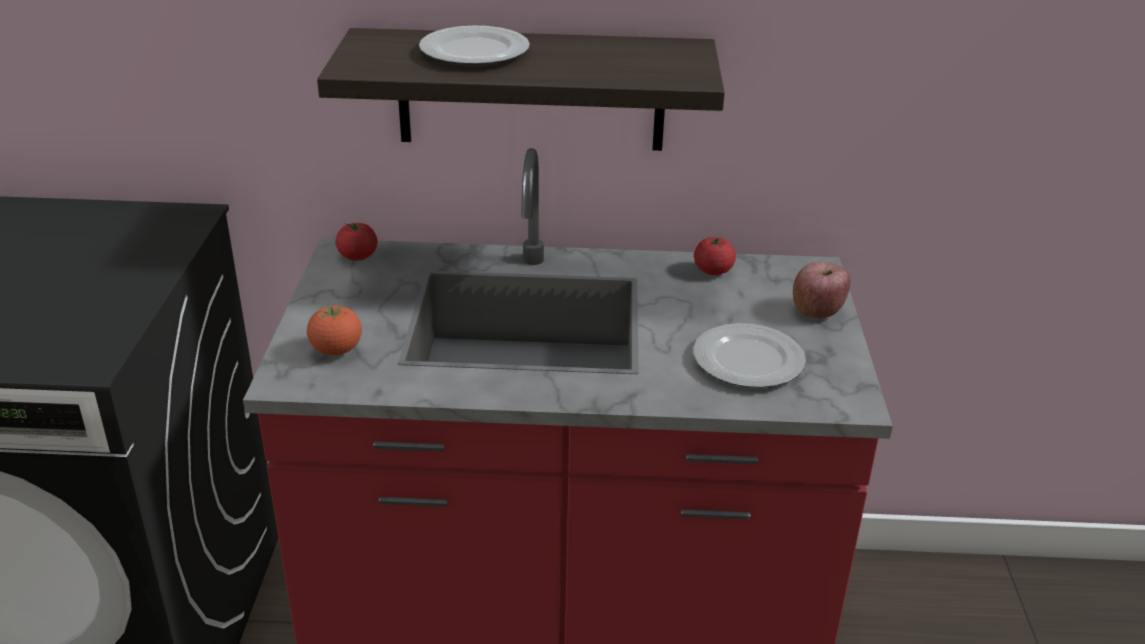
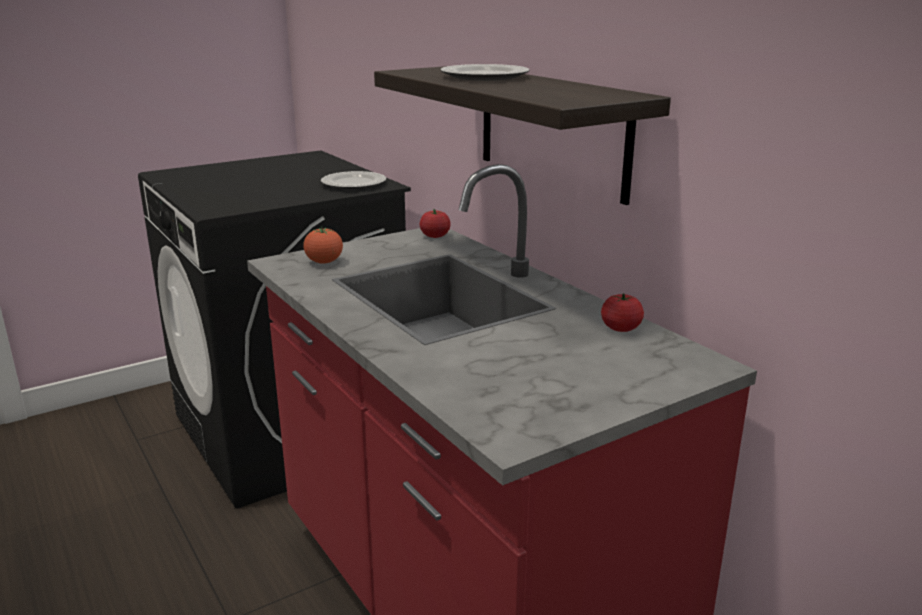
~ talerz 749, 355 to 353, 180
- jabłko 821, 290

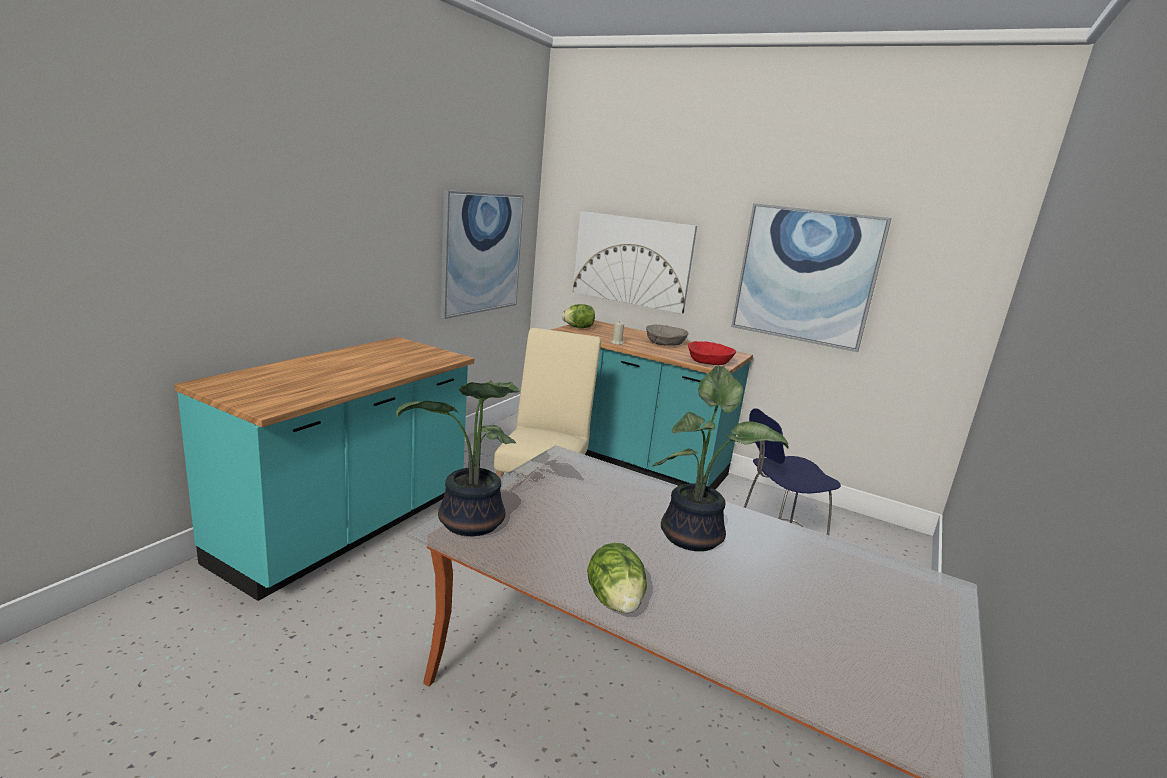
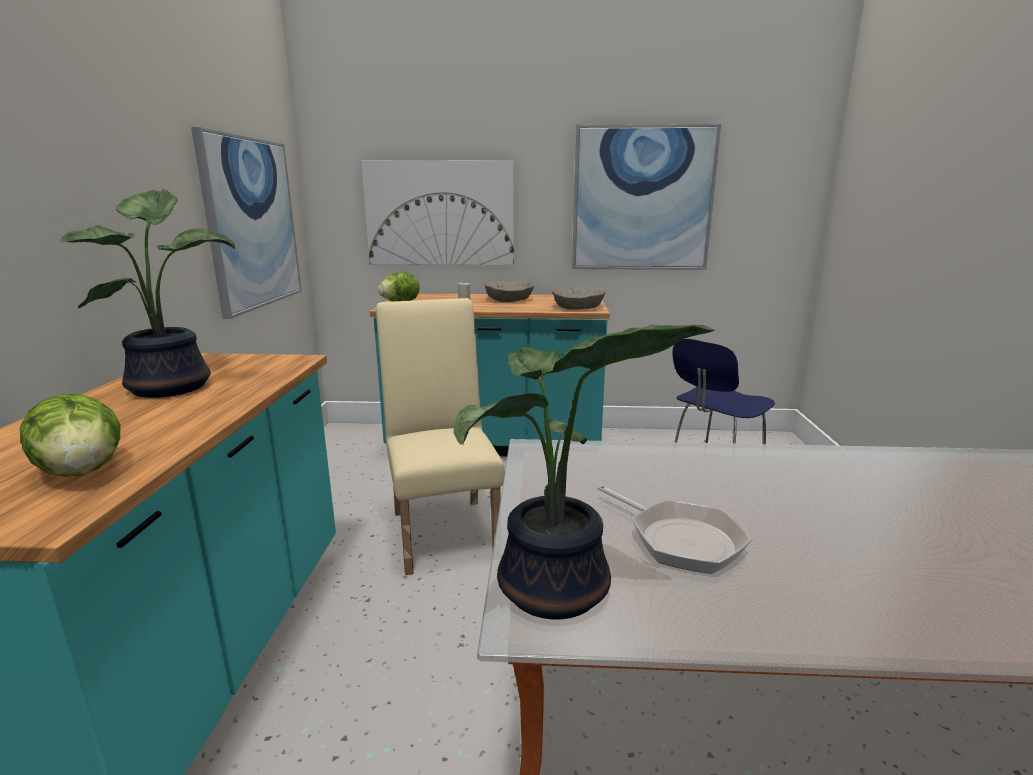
~ sałata 617, 578 to 70, 435
~ roślina doniczkowa 720, 458 to 147, 293
~ miska/czerwony 712, 353 to miska/beżowy 579, 298
+ patelnia 674, 529

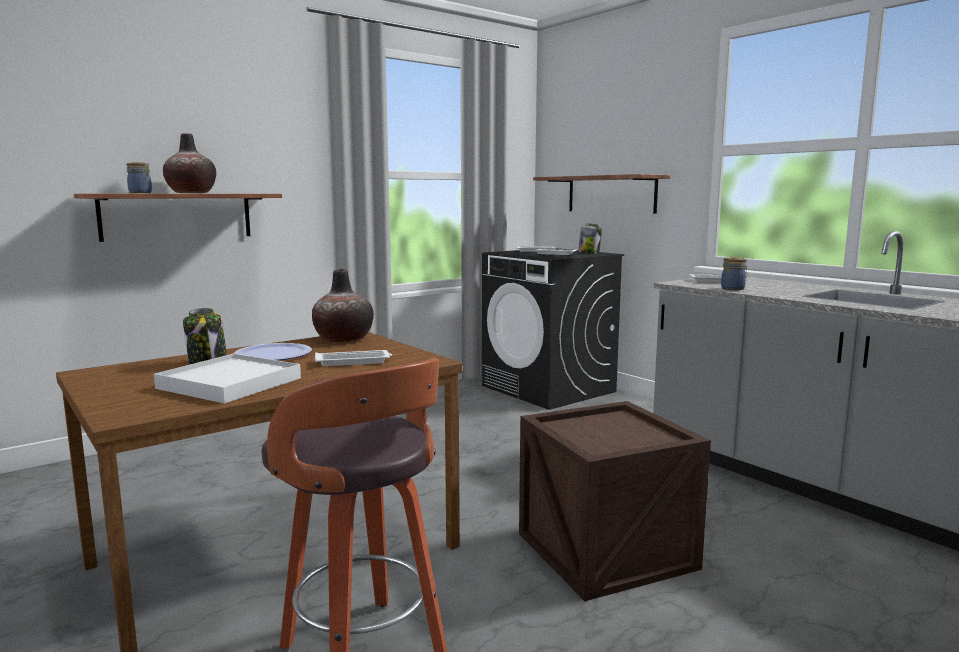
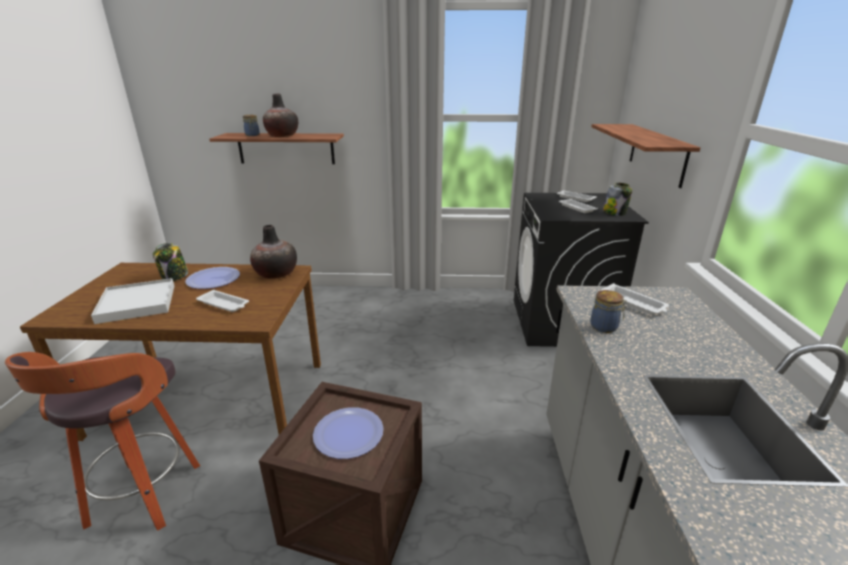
+ talerz 348, 433

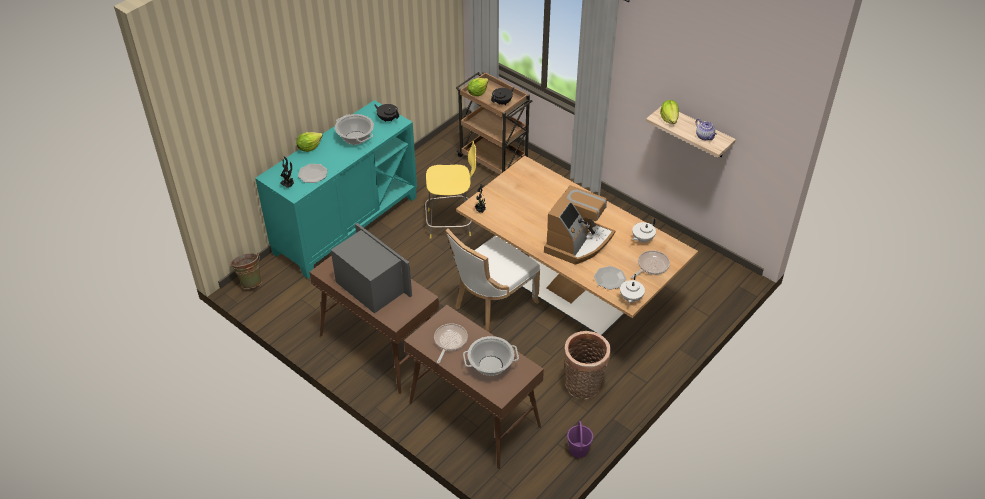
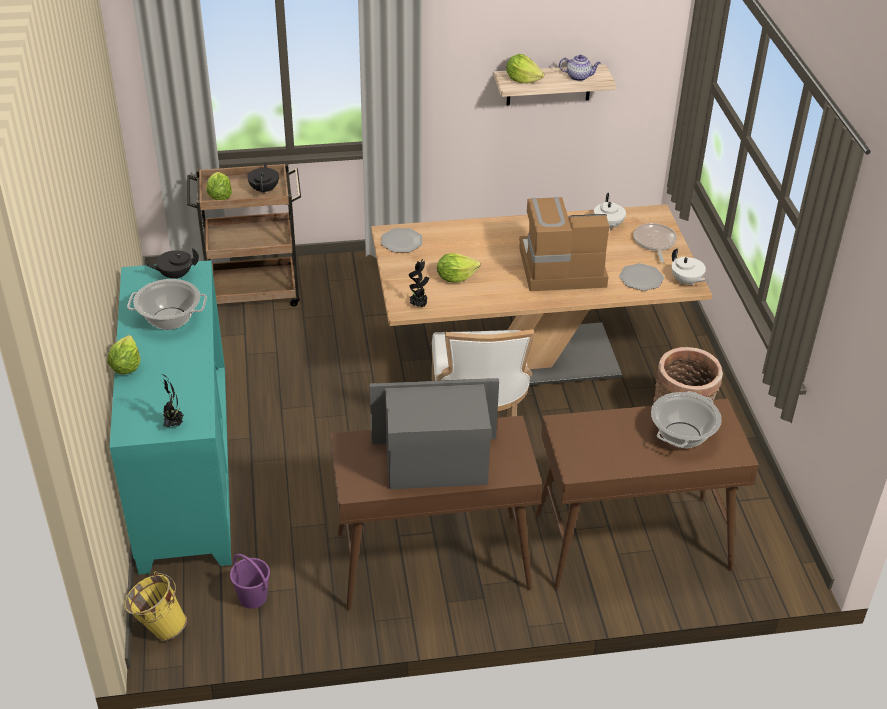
~ wiadro/zielony 246, 271 to wiadro/żółty 155, 606
~ talerz 313, 173 to 401, 240
- stołek/żółty 450, 190
- patelnia 451, 343
~ ekspres do kawy 580, 225 = 564, 244 75 degrees counterclockwise
~ wiadro/fioletowy 580, 439 to 250, 581
+ sałata 459, 268

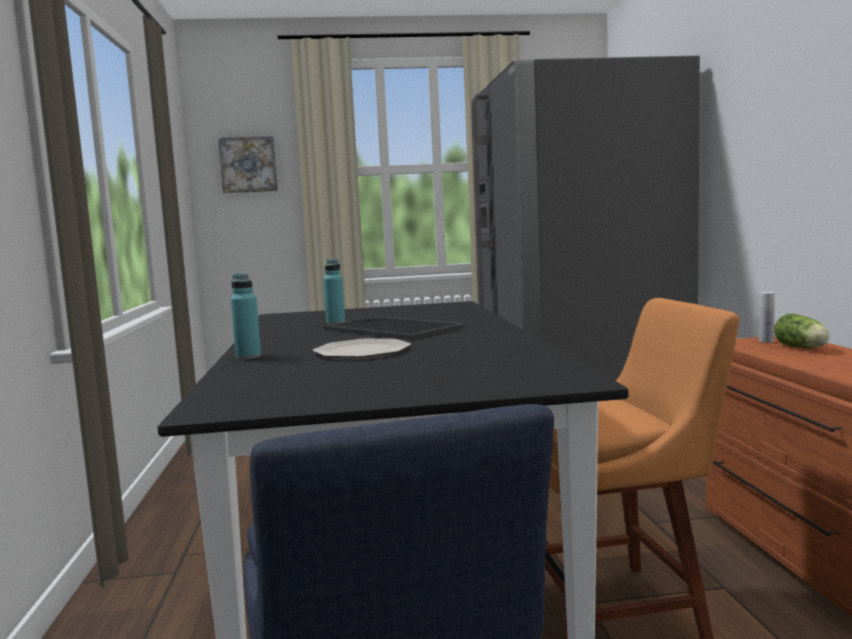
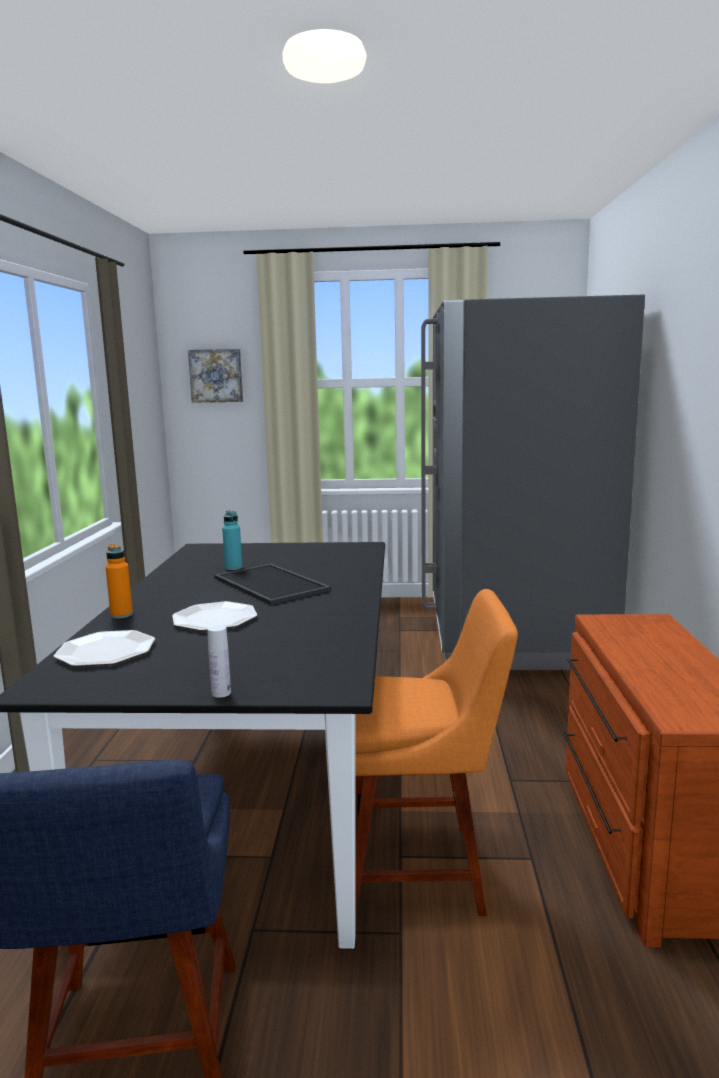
~ butelka/turkusowy 246, 316 to butelka/pomarańczowy 119, 581
~ butelka/biały 767, 317 to 219, 661
- sałata 801, 331
+ talerz 104, 648

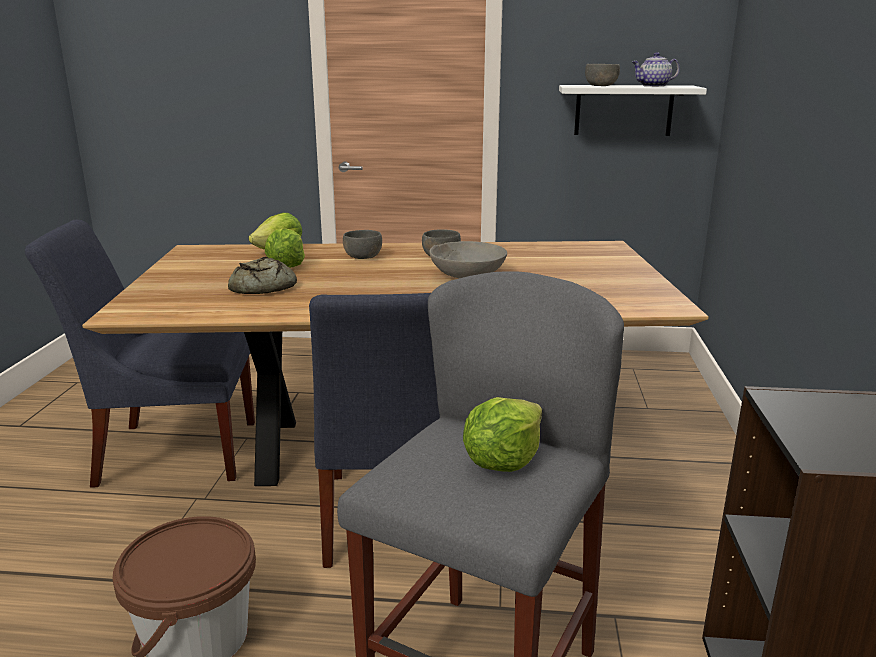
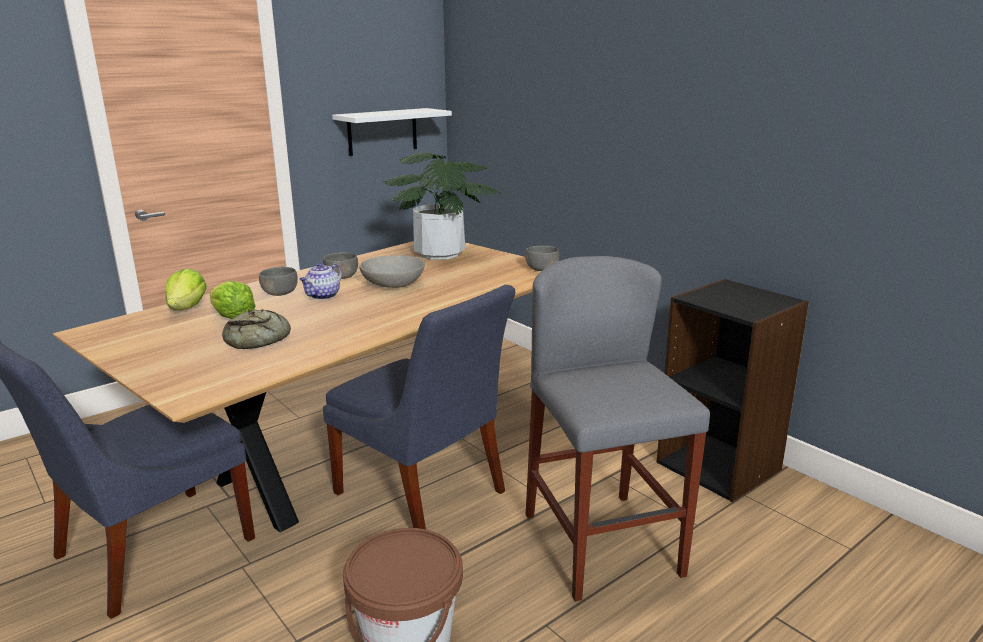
- sałata 502, 434
~ miska/szary 602, 75 to 542, 258
~ imbryk 656, 69 to 320, 281
+ roślina doniczkowa 442, 206

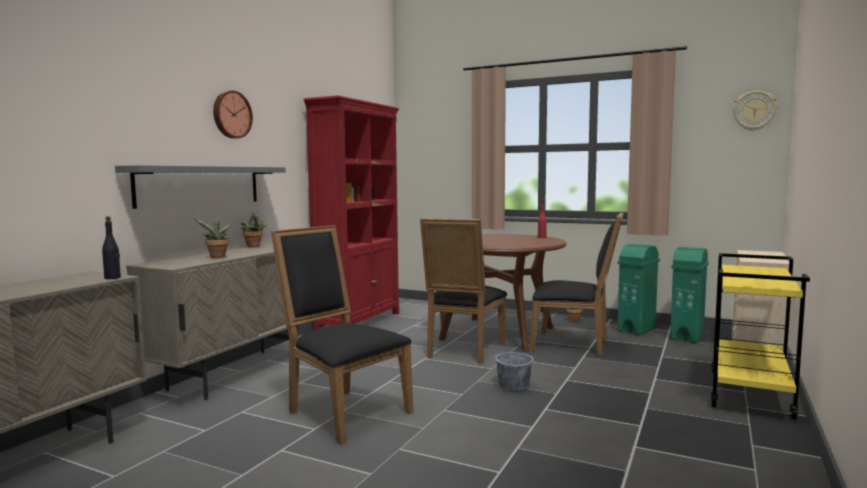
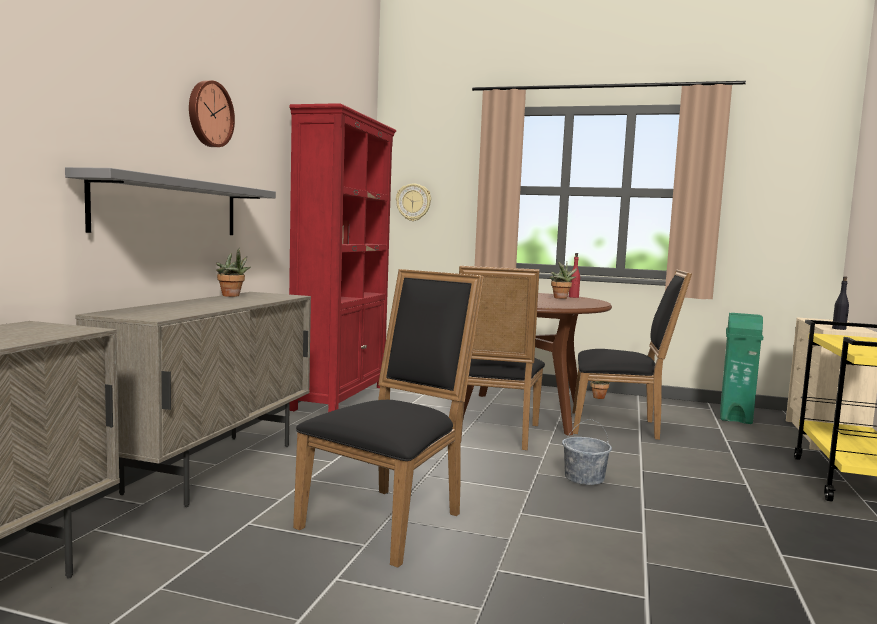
~ butelka/czarny 111, 247 to 840, 303
~ roślina doniczkowa 213, 237 to 563, 280
~ krzesło/czarny 342, 334 = 388, 418 90 degrees clockwise
- kosz na śmieci/zielony 638, 290
~ zegar ścienny 755, 111 to 413, 202

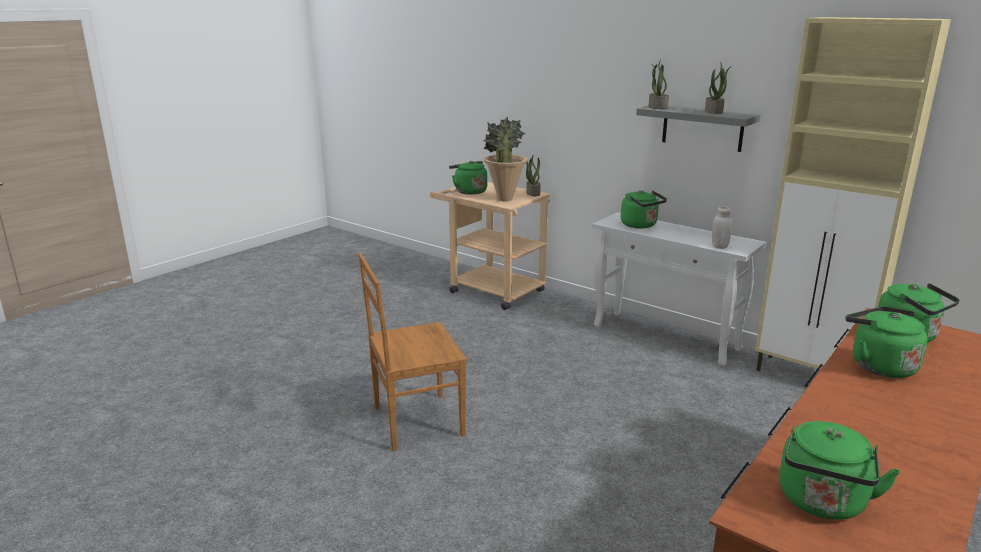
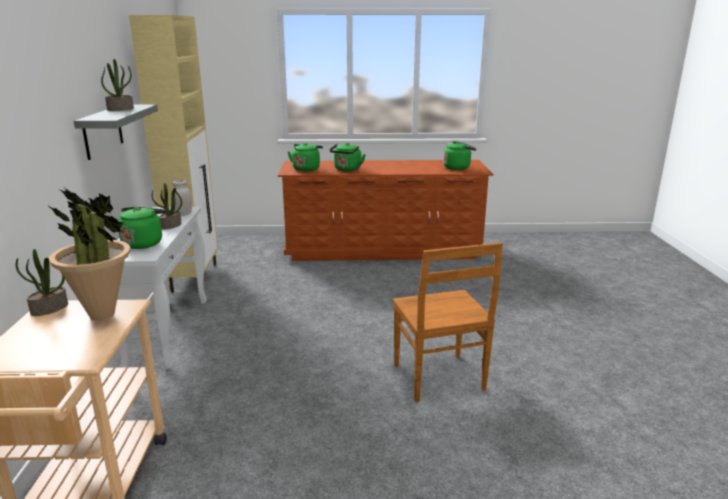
~ krzesło/brązowy 412, 352 = 448, 322 45 degrees clockwise
- czajnik/zielony 468, 178
~ roślina doniczkowa 659, 84 to 167, 206

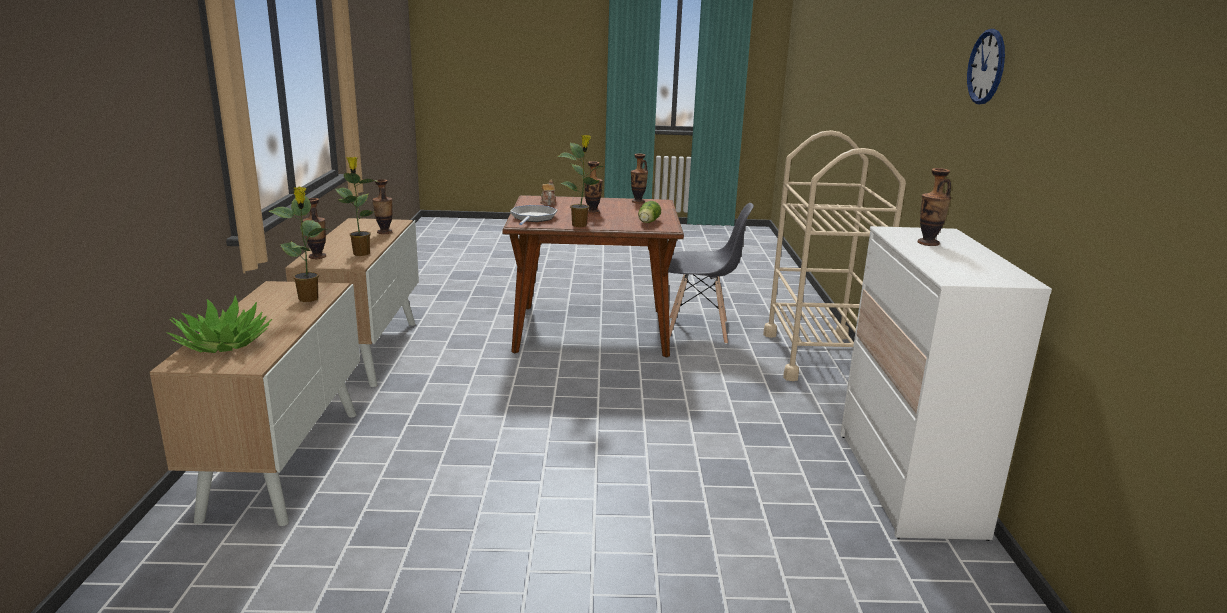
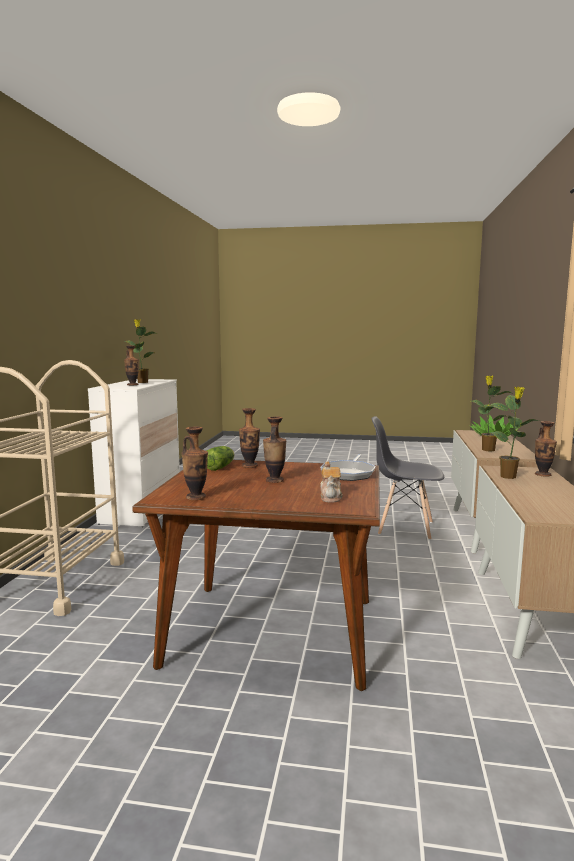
~ wazon 382, 206 to 249, 438
~ roślina doniczkowa 581, 181 to 140, 351
~ krzesło/szary 711, 273 to 407, 478
- zegar ścienny 986, 66

